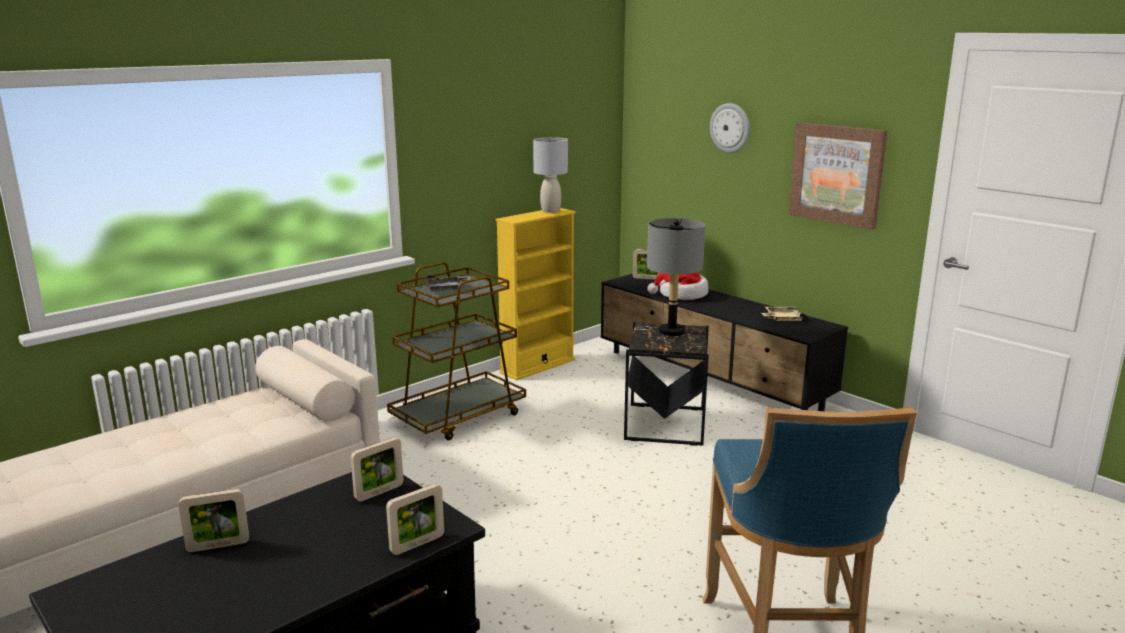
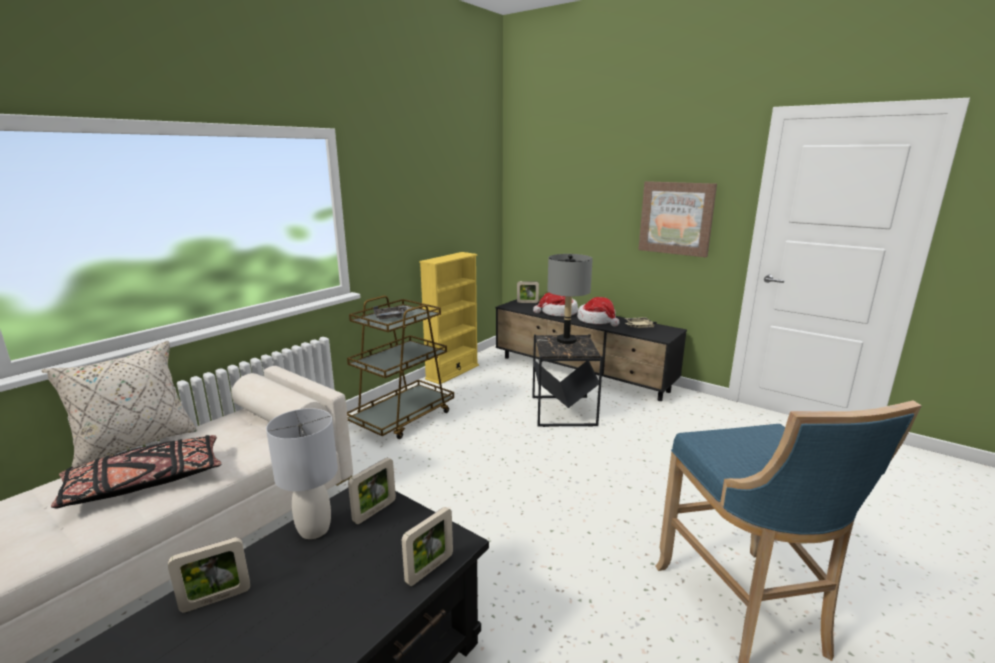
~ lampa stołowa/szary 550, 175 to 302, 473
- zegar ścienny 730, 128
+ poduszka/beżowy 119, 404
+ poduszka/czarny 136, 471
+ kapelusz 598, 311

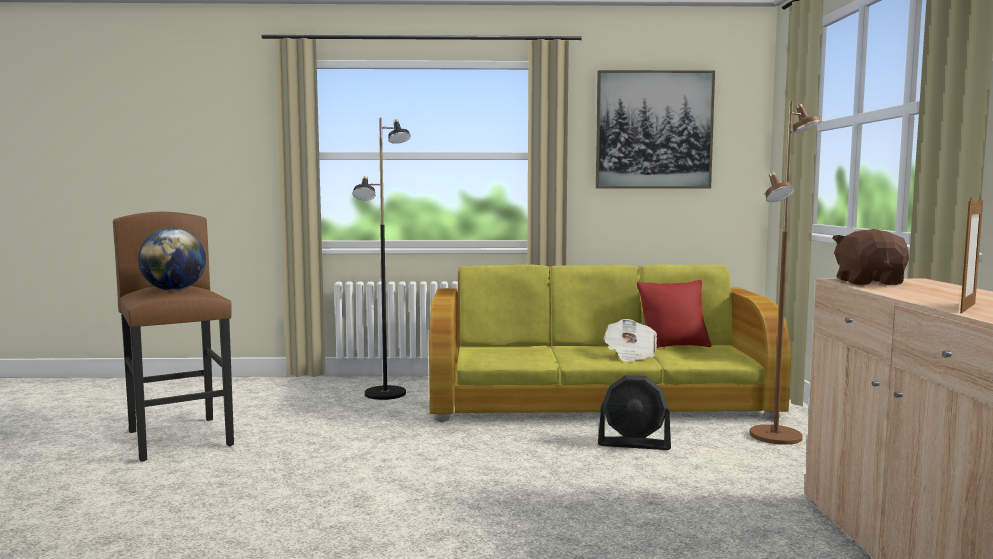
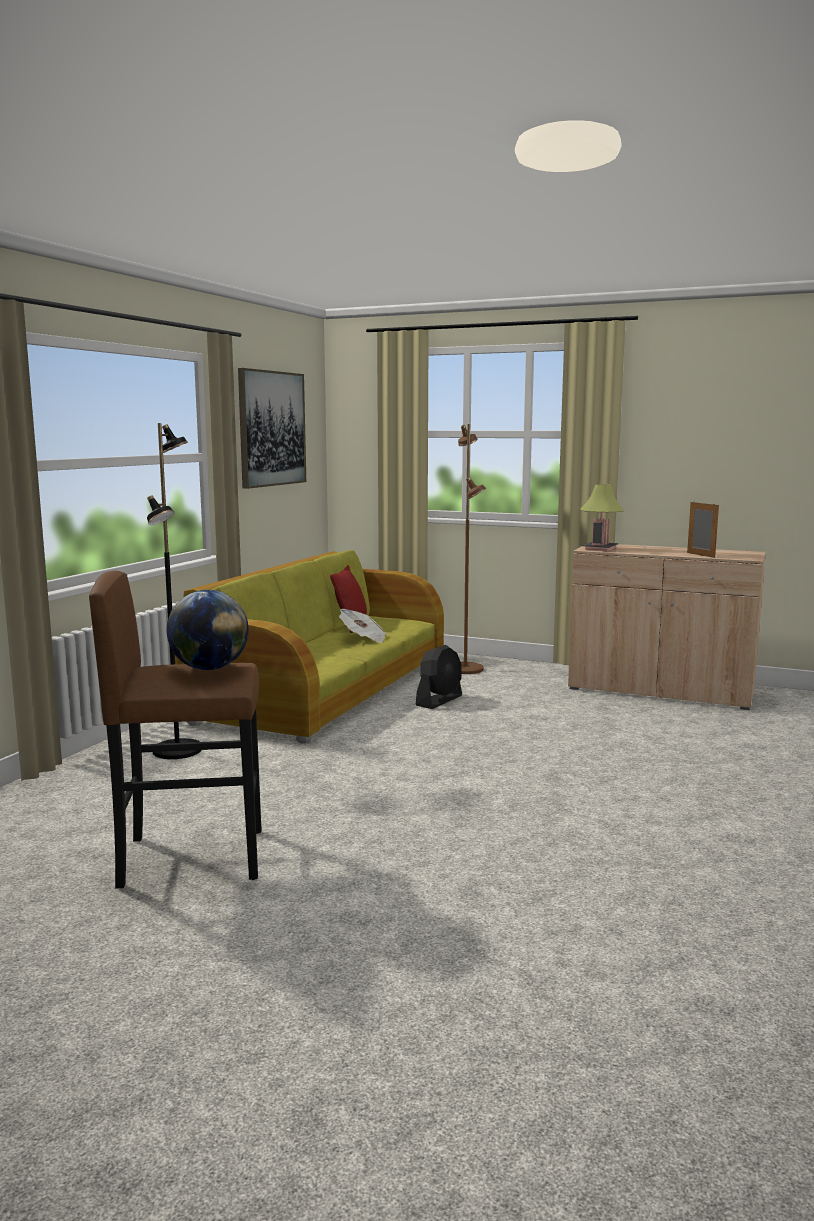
~ pluszak/brązowy 870, 257 to lampa stołowa 602, 517

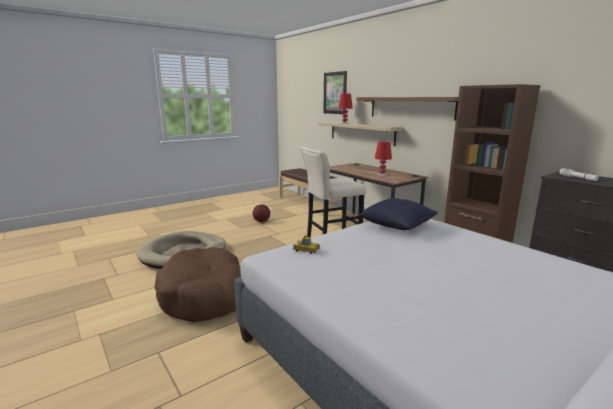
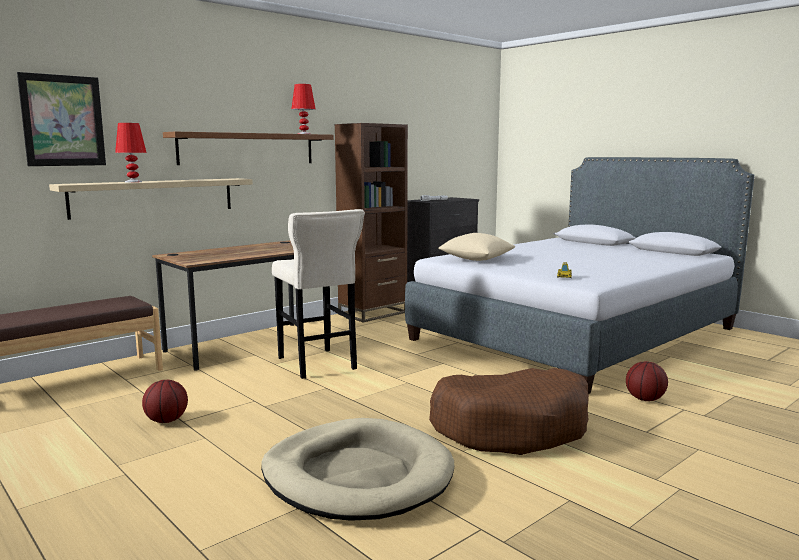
~ poduszka/niebieski 398, 214 to poduszka/beżowy 476, 247
~ lampa stołowa/czerwony 383, 159 to 303, 109
+ piłka do koszykówki 647, 381

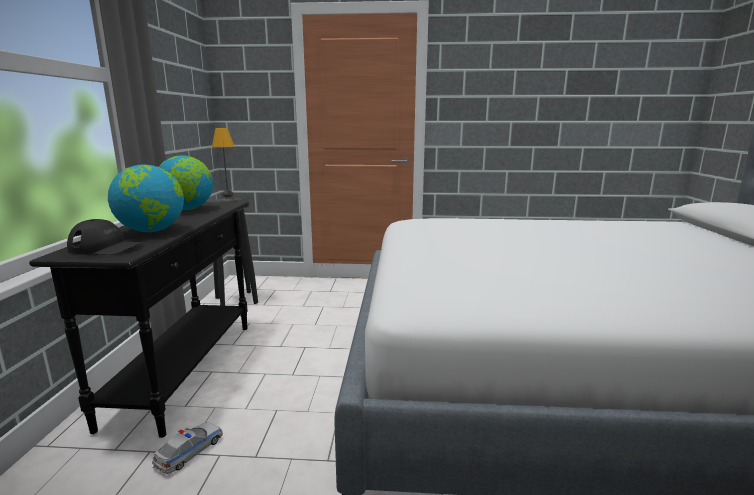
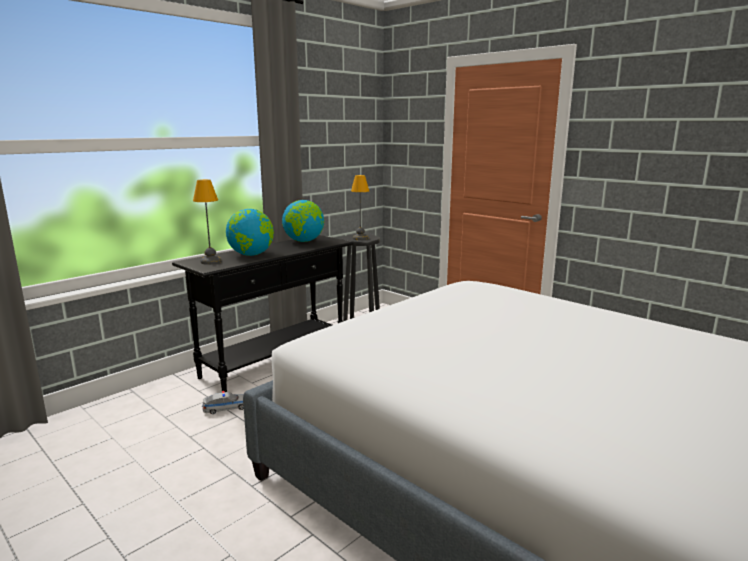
~ czapka z daszkiem/czarny 105, 237 to lampa stołowa 207, 222

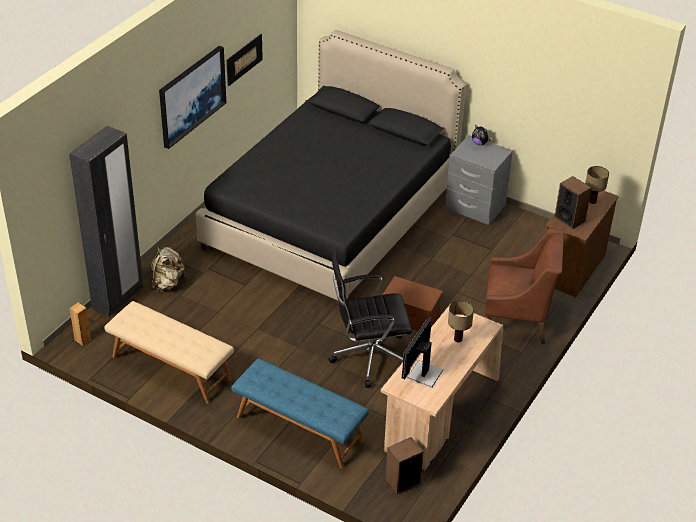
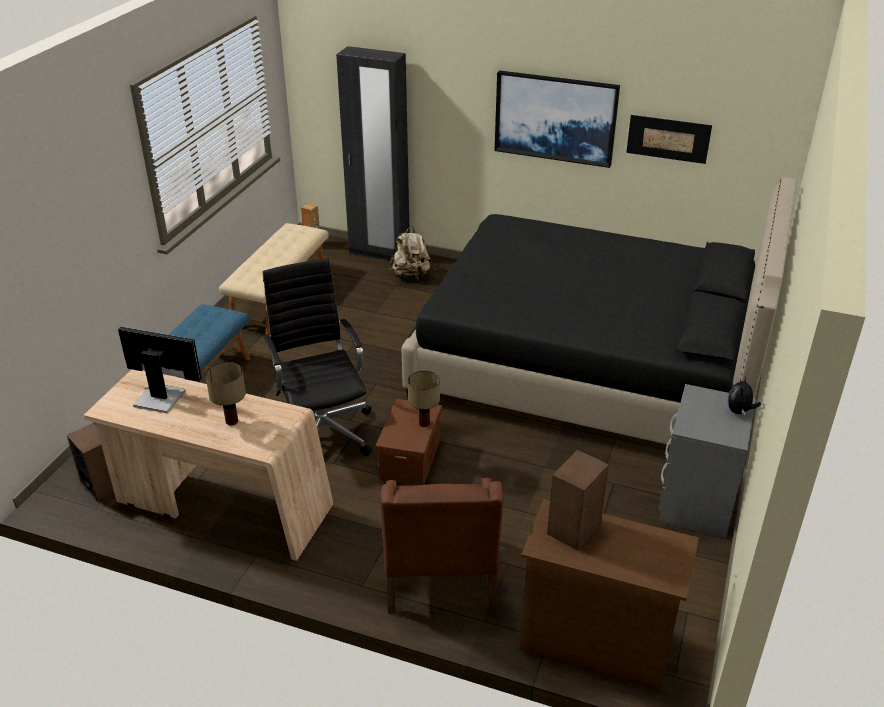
~ lampa stołowa 597, 185 to 424, 399

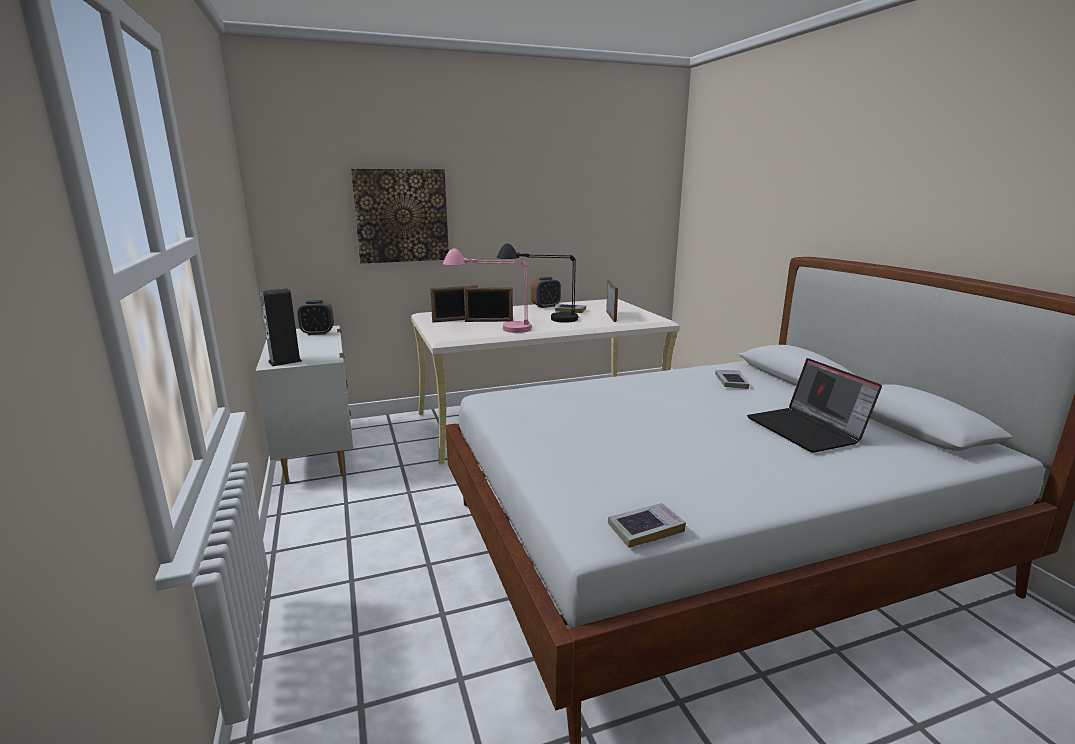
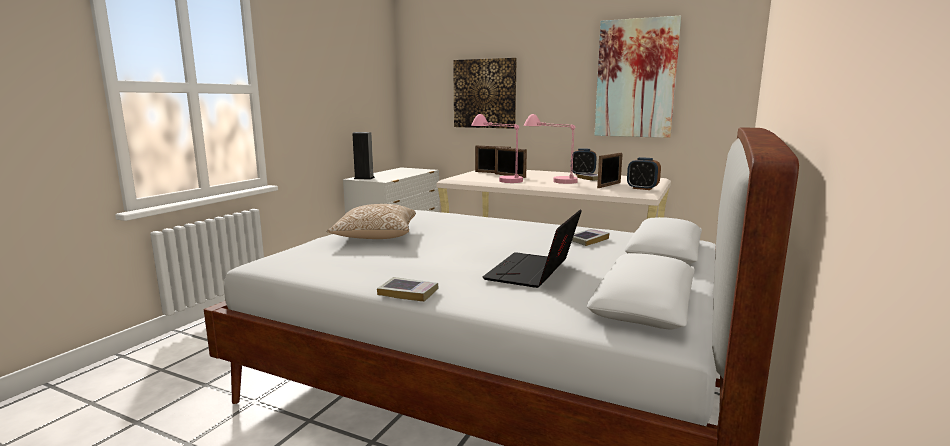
~ budzik 315, 317 to 644, 173
~ lampa stołowa/czarny 538, 283 to lampa stołowa/różowy 551, 149
~ książka 647, 525 to 407, 289
+ poduszka 371, 221
+ obraz 638, 77

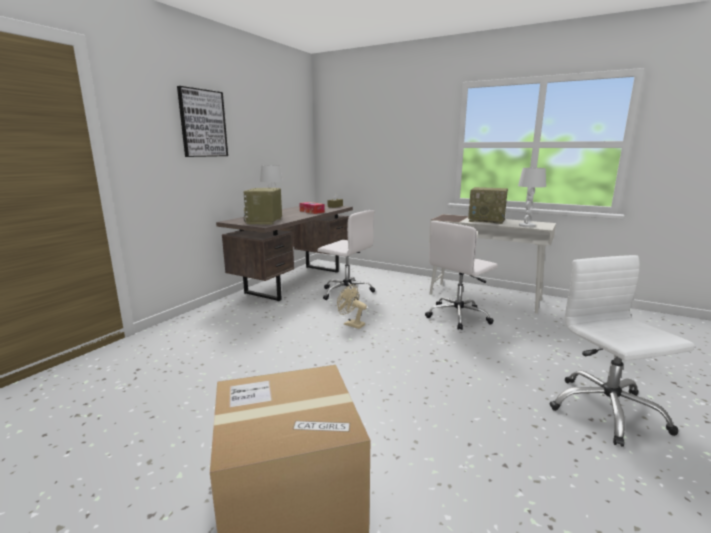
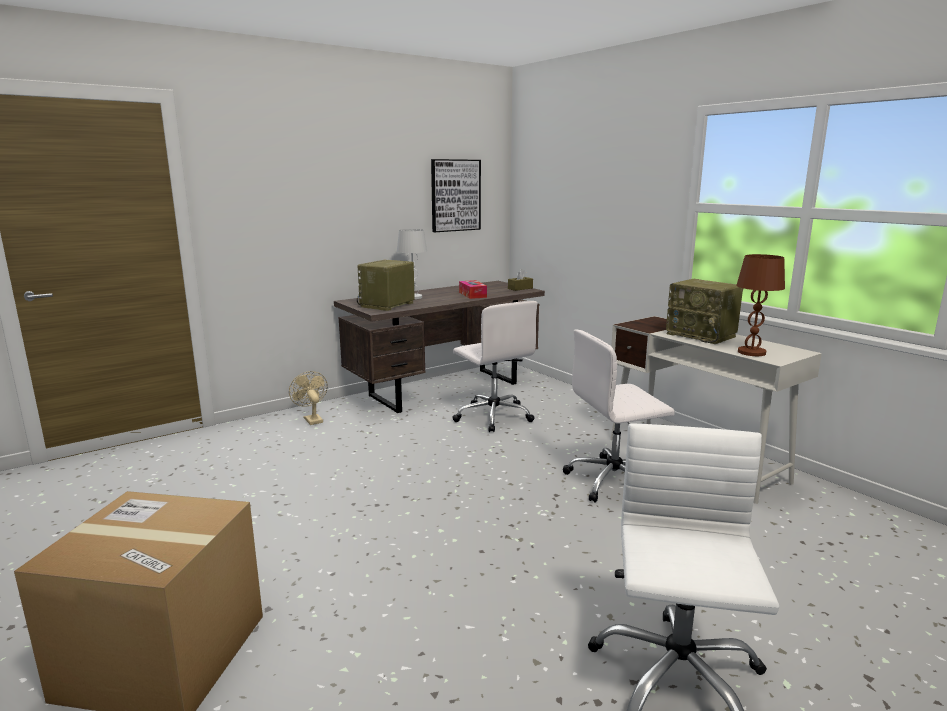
~ obraz 202, 121 to 456, 195
~ wentylator/beżowy 352, 306 to 308, 398
~ lampa stołowa/biały 532, 197 to lampa stołowa/brązowy 761, 305

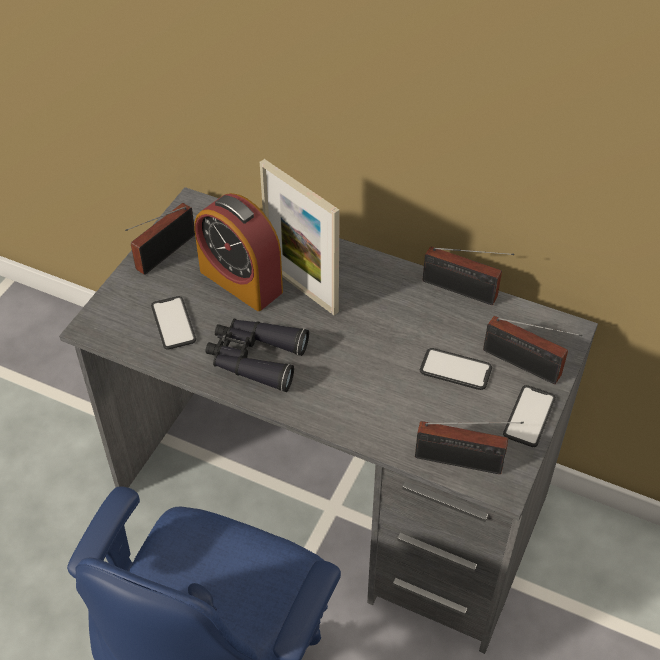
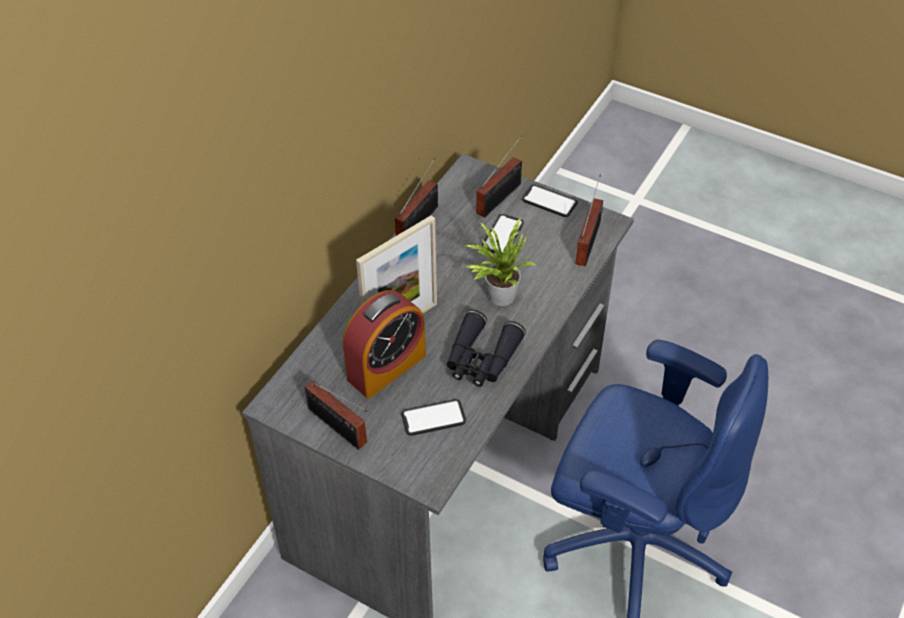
+ roślina doniczkowa 500, 261

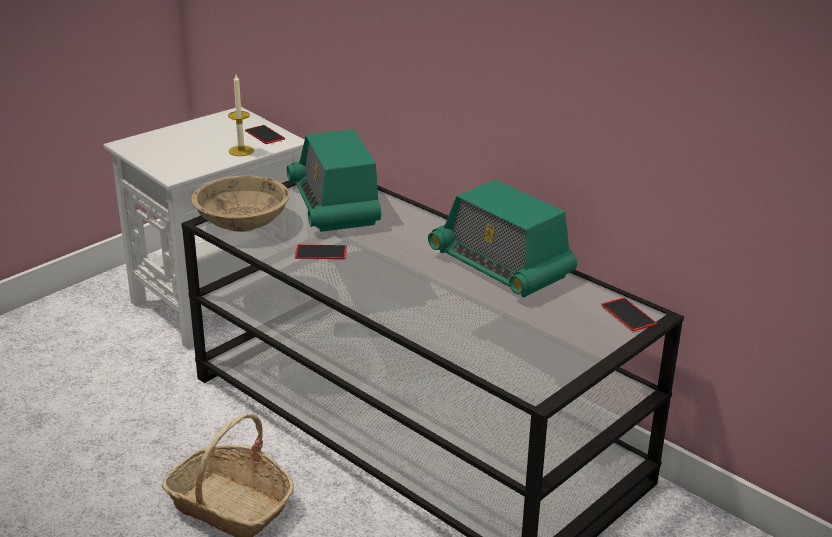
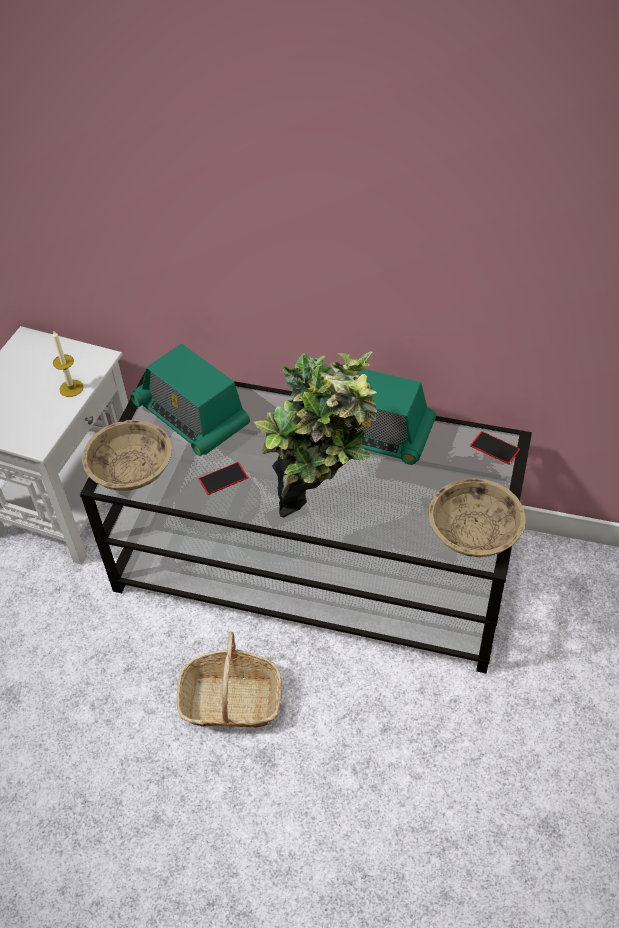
- telefon 265, 134
+ roślina doniczkowa 315, 434
+ miska/beżowy 477, 517

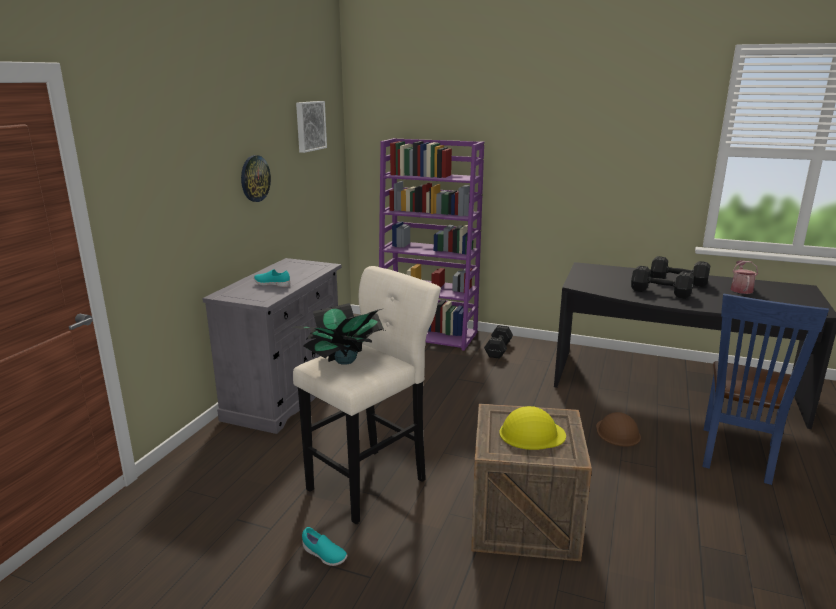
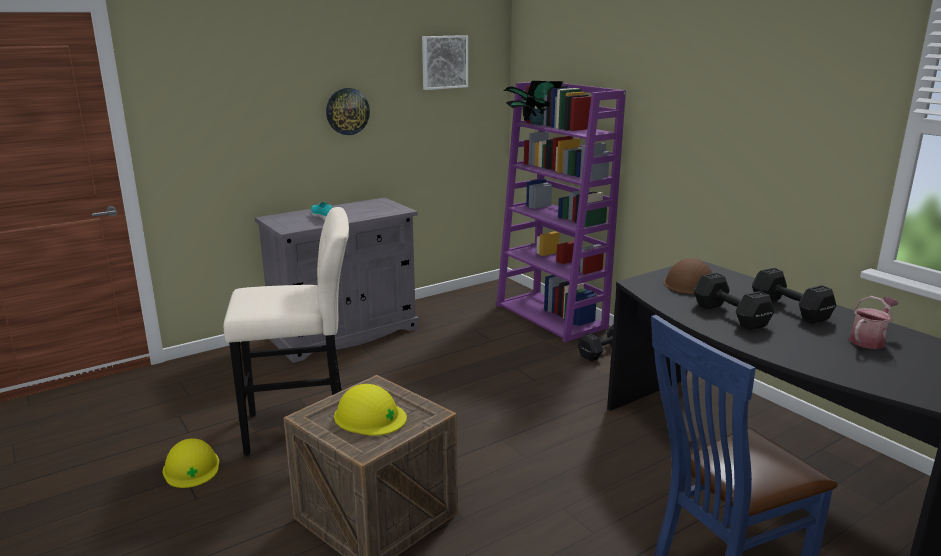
~ roślina doniczkowa 338, 334 to 534, 103
~ but/turkusowy 325, 546 to kask/żółty 191, 463
~ kask/brązowy 618, 429 to 687, 276

